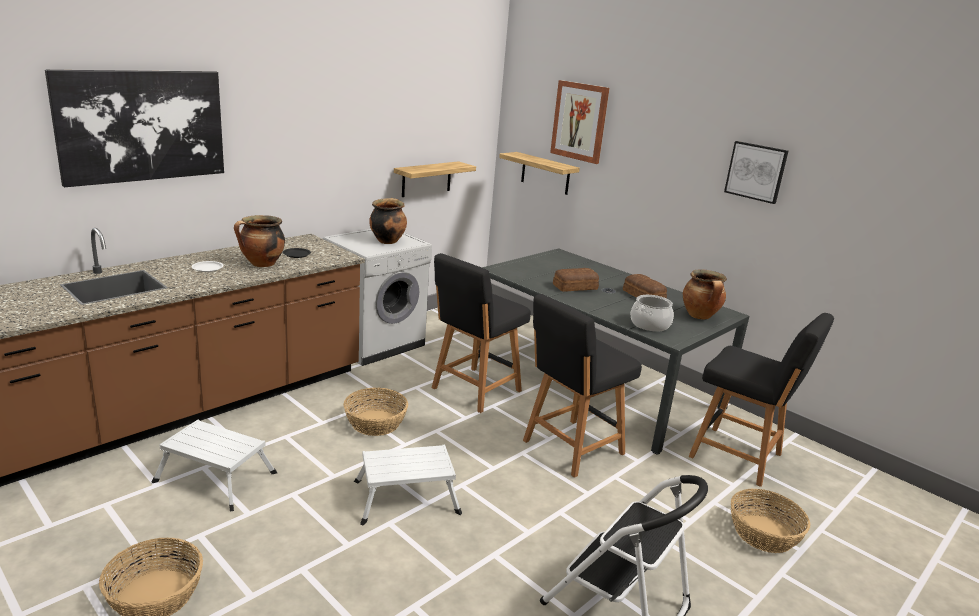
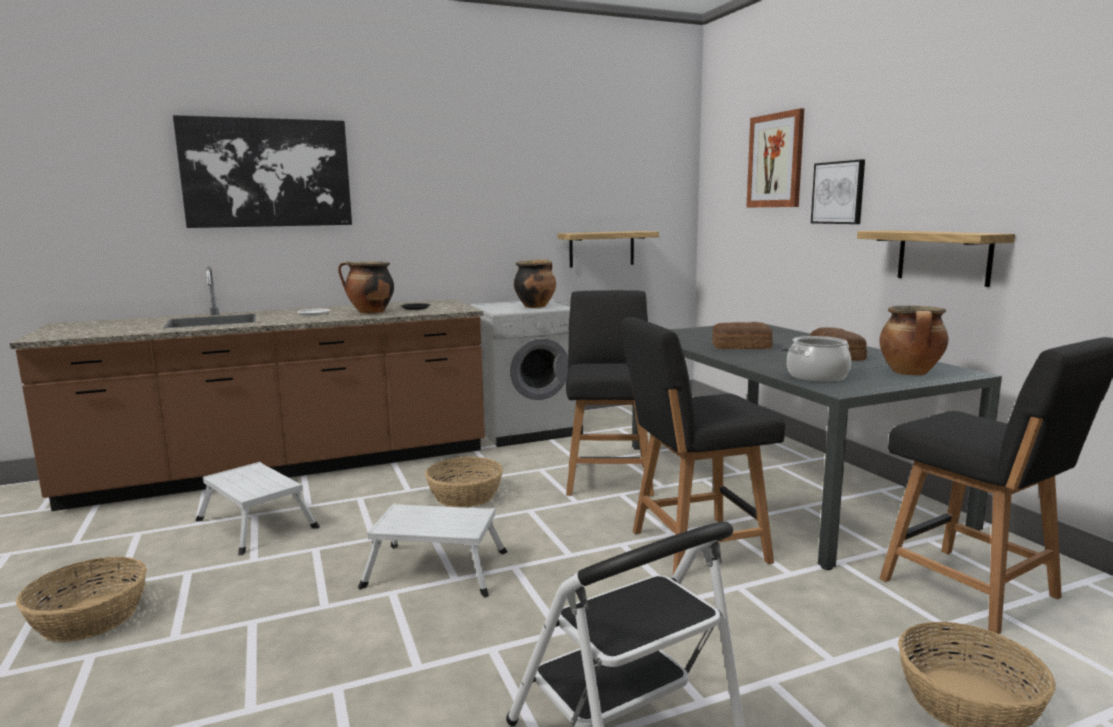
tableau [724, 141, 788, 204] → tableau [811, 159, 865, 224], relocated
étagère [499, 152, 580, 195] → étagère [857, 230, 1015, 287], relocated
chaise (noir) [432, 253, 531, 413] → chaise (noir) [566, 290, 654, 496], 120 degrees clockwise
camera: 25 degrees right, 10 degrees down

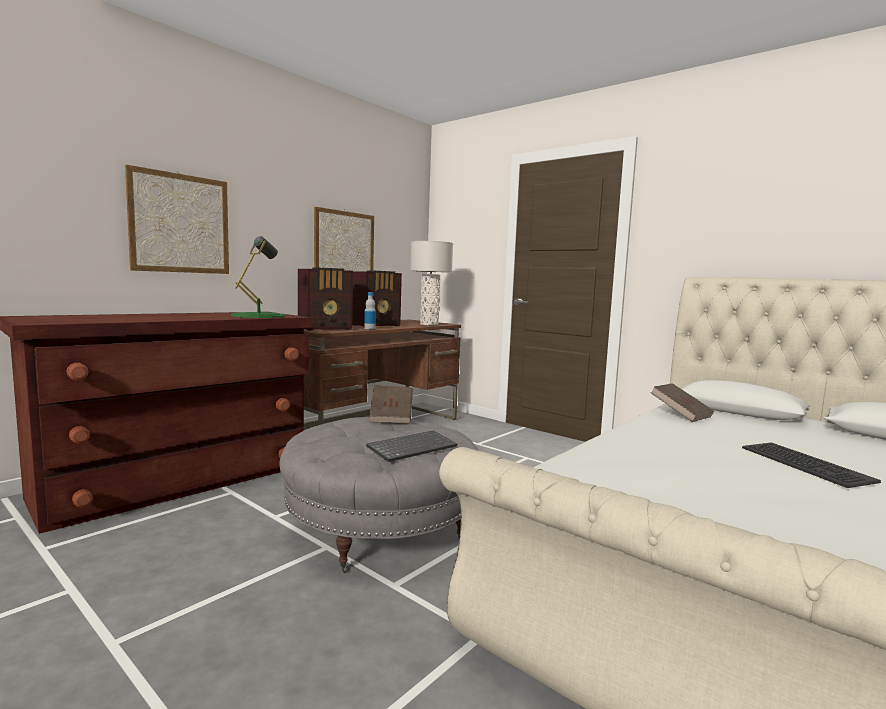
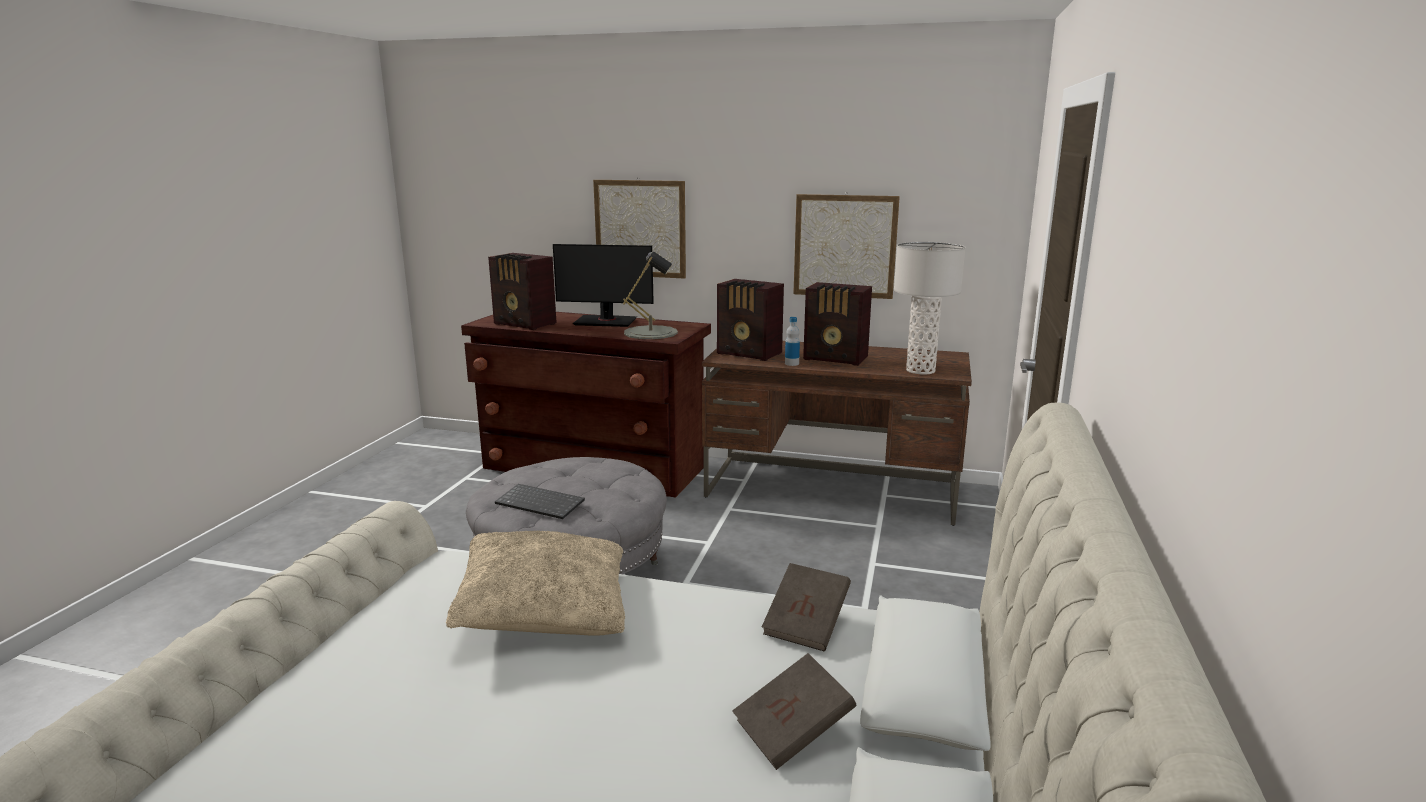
lampe de table (vert) [231, 236, 286, 318] → lampe de table (gris) [623, 251, 678, 339]
livre (marron) [369, 386, 413, 424] → livre (marron) [732, 653, 857, 770], relocated
clavier [742, 442, 881, 488] → -
- → écran d'ordinateur [553, 244, 654, 327]
- → radio [488, 253, 557, 330]
- → coussin (beige) [446, 530, 625, 636]
camera: 65 degrees right, 10 degrees up

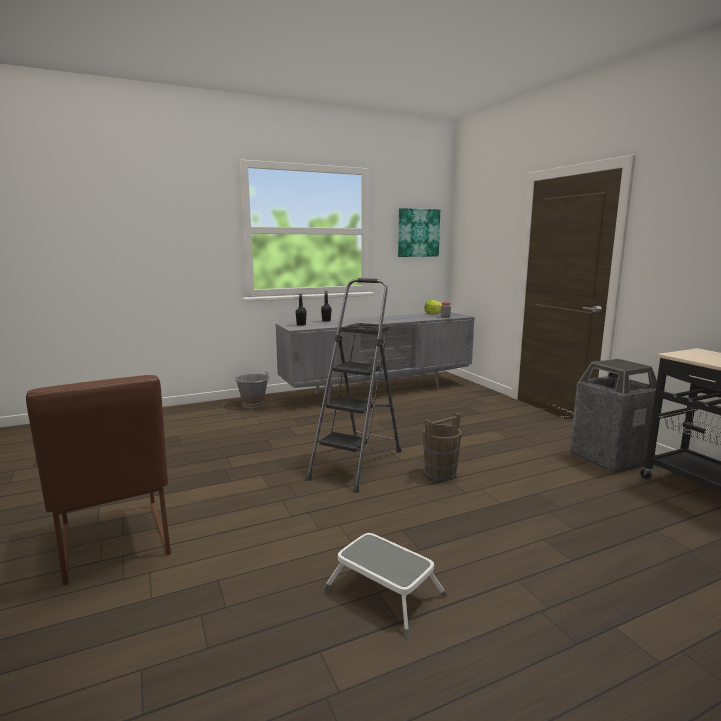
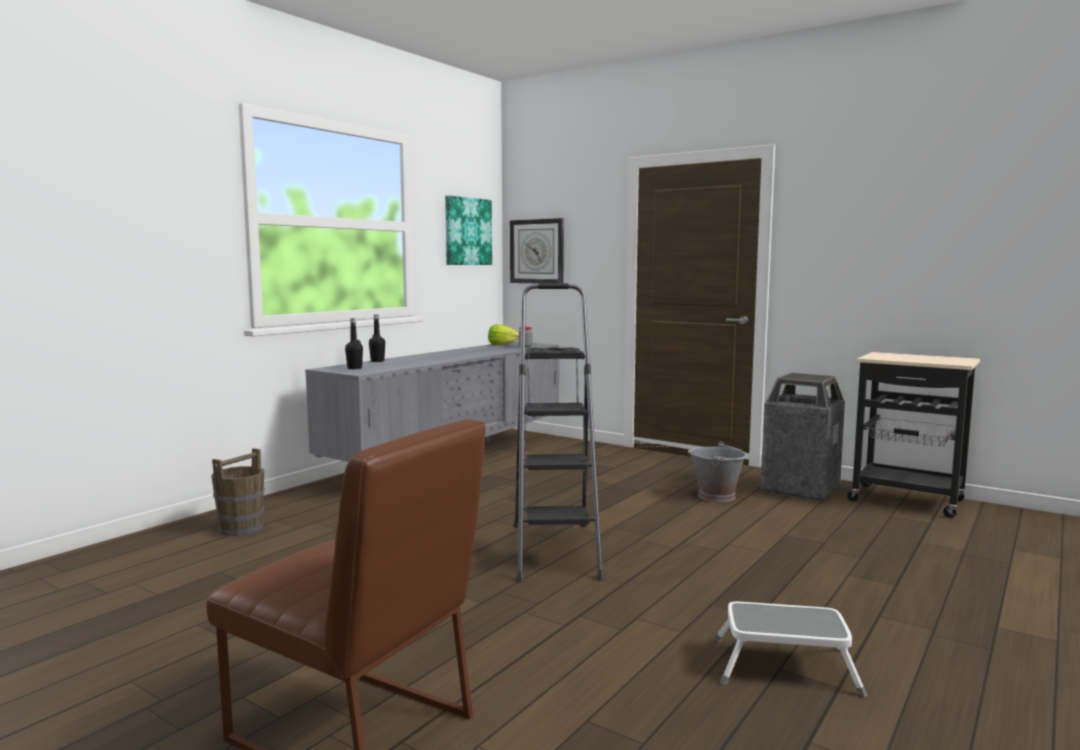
seau (gris) [235, 371, 270, 408] → seau (gris) [688, 441, 747, 502], relocated
seau (marron) [423, 412, 462, 481] → seau (marron) [211, 448, 265, 536], relocated
- → horloge murale [510, 218, 564, 283]
camera: 30 degrees left, 5 degrees down

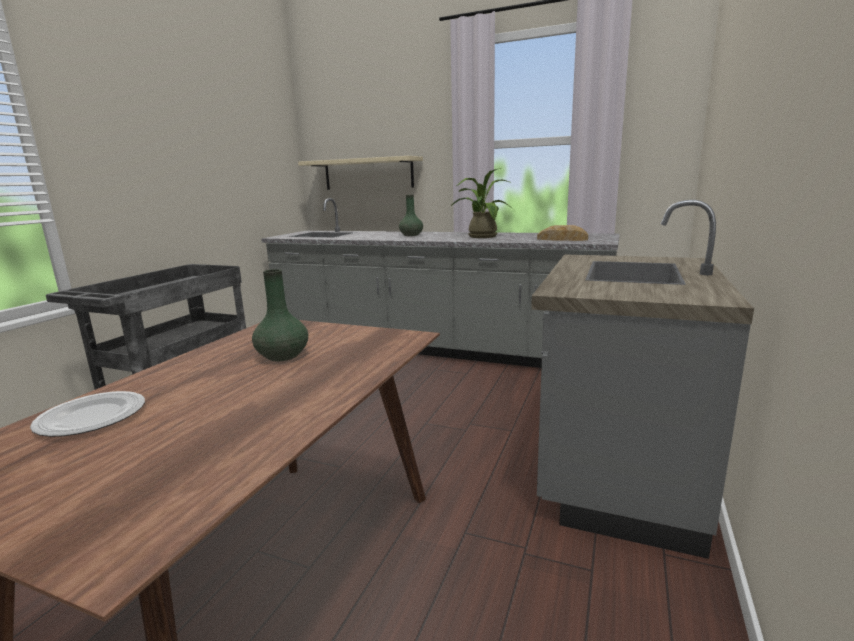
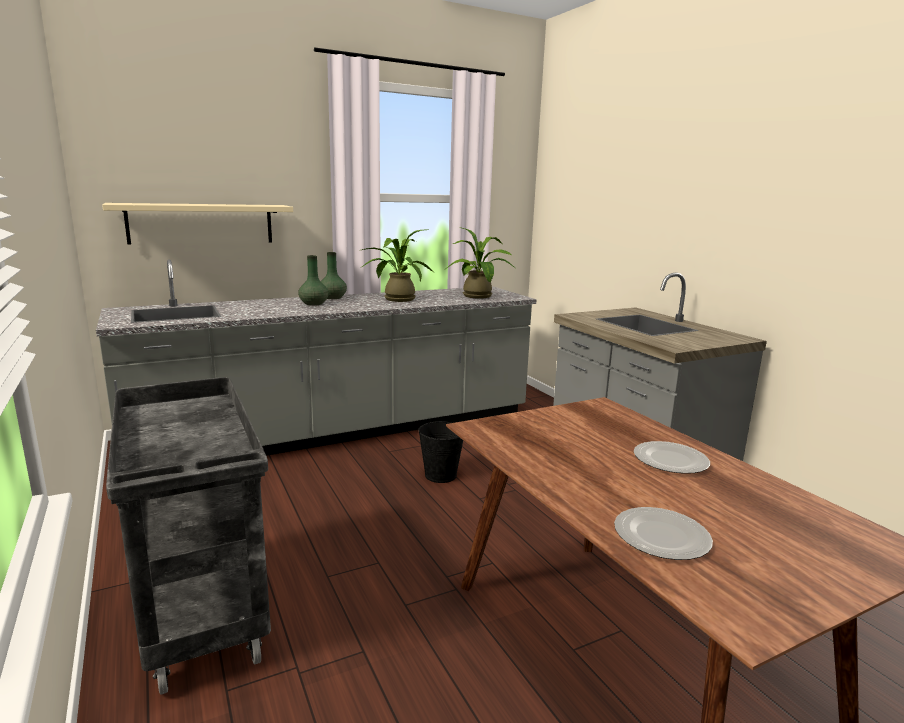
pain [537, 225, 588, 241] → plante en pot [444, 227, 515, 299]
vase (vert) [252, 269, 308, 361] → vase (vert) [321, 252, 347, 299], relocated
- → seau (noir) [419, 421, 463, 483]
- → assiette [634, 441, 710, 474]
camera: 50 degrees left, 0 degrees up

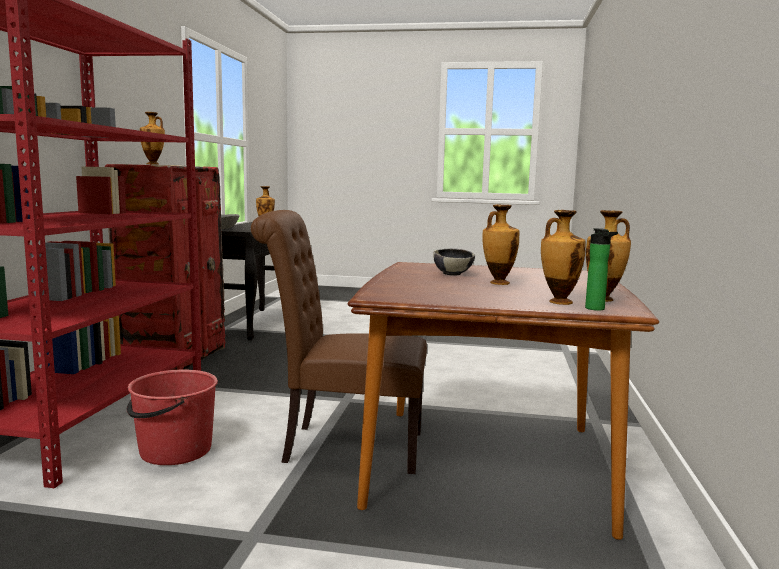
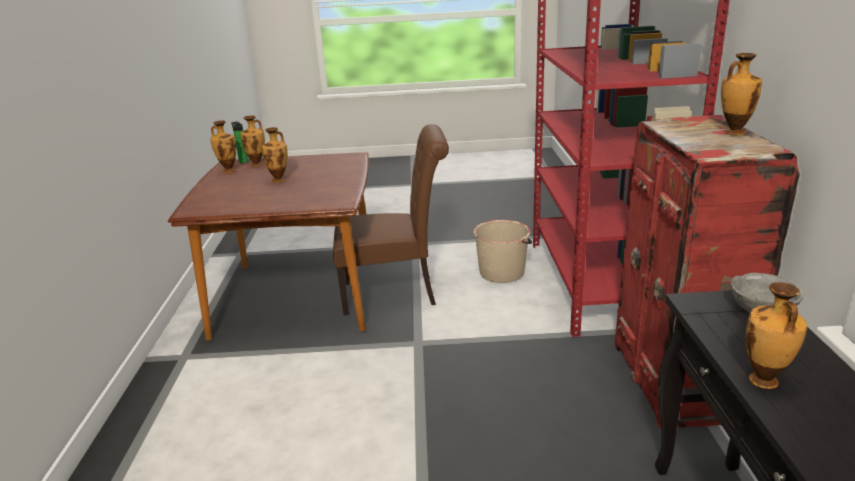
bol [433, 248, 475, 276] → -
seau (rouge) [127, 370, 218, 465] → seau (beige) [473, 220, 532, 283]
camera: 170 degrees right, 15 degrees up

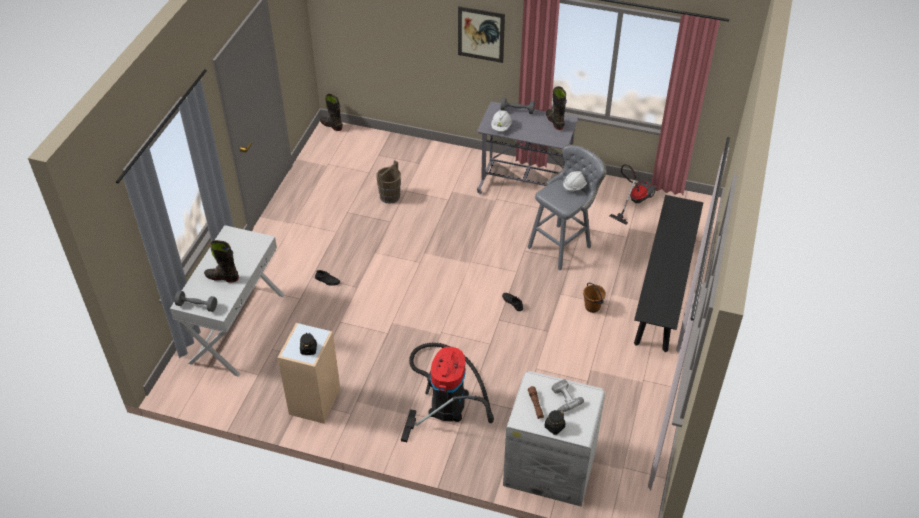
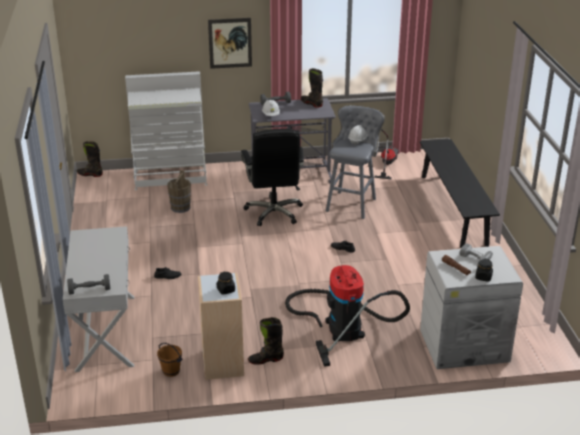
botte (noir) [204, 240, 239, 283] → botte (noir) [248, 317, 284, 365], relocated
seau (marron) [583, 283, 606, 313] → seau (marron) [157, 343, 182, 377], relocated
- → étagère à chaussures (blanc) [125, 71, 208, 190]
- → chaise de bureau (noir) [241, 129, 304, 226]
camera: 25 degrees left, 15 degrees down

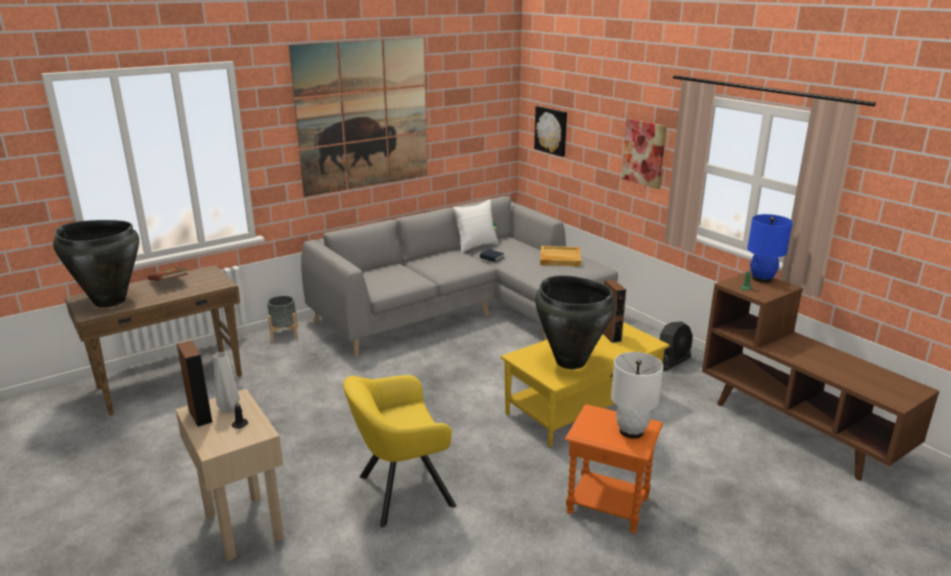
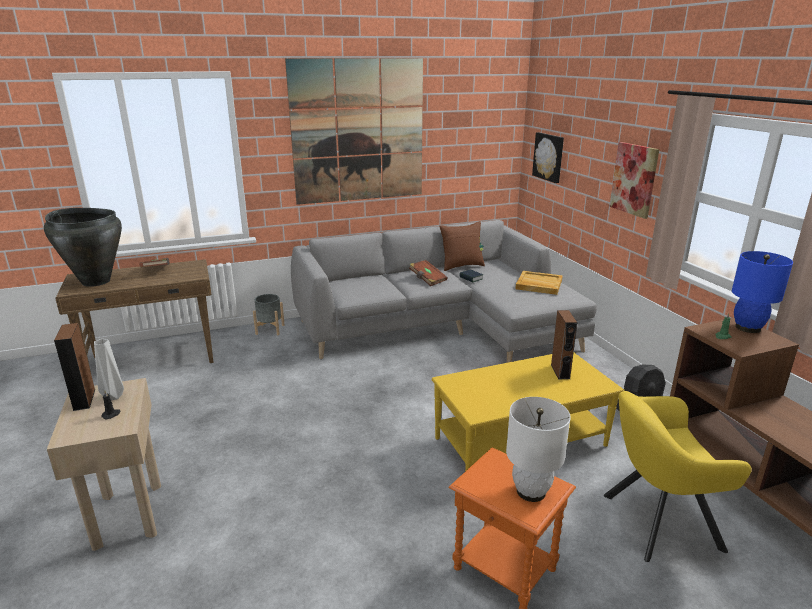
coussin (blanc) [452, 199, 499, 253] → coussin (marron) [439, 221, 485, 271]
vase (noir) [535, 275, 615, 369] → -
fauteuil (jaune) [343, 375, 456, 527] → fauteuil (jaune) [604, 391, 752, 562], relocated
- → livre (marron) [409, 260, 448, 286]
camera: 15 degrees right, 0 degrees up

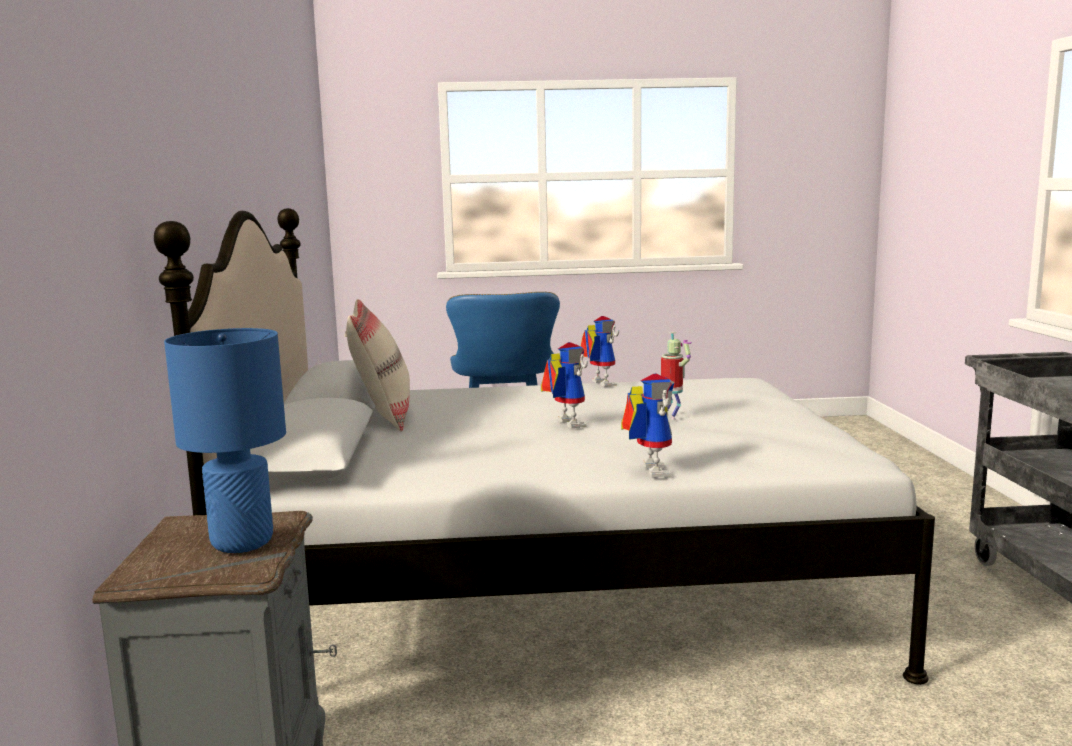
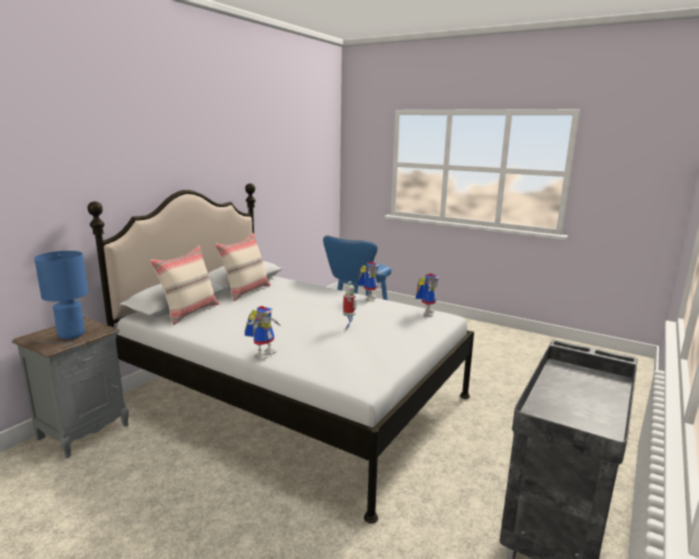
robot jouet [541, 342, 588, 428] → robot jouet [416, 273, 439, 317], relocated
- → coussin (beige) [149, 246, 220, 325]
camera: 35 degrees right, 5 degrees up

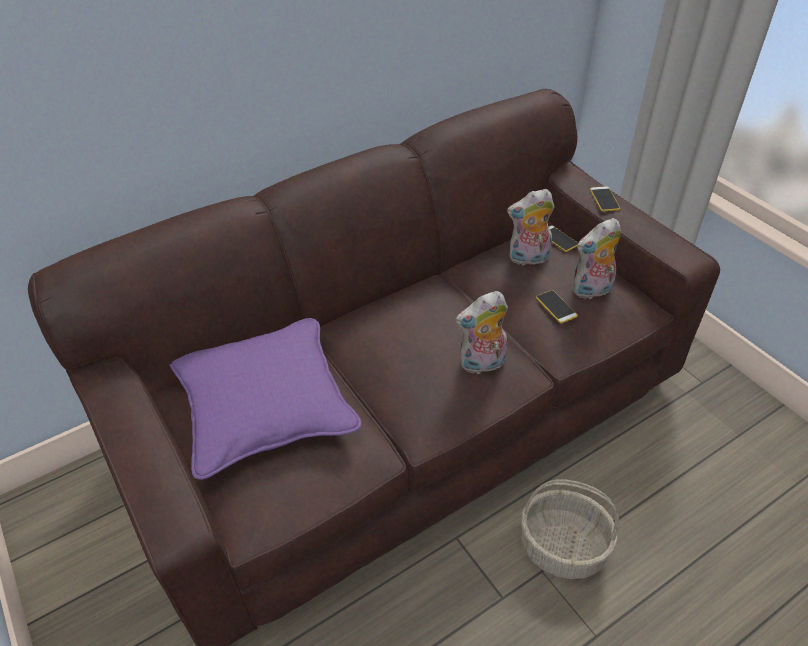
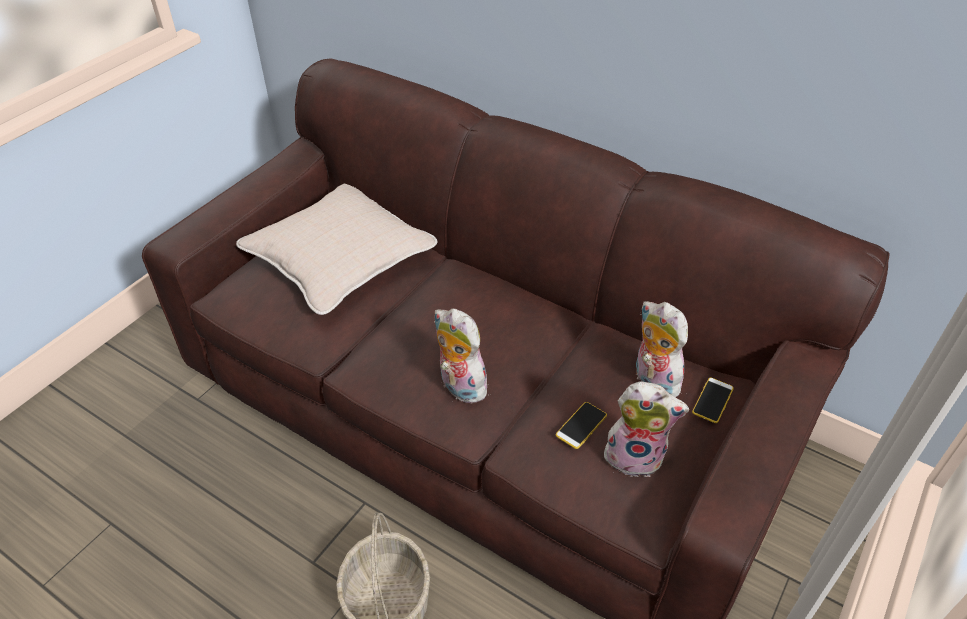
téléphone [590, 186, 620, 211] → -
peluche [572, 218, 621, 299] → peluche [604, 381, 689, 477], 150 degrees clockwise
coussin (violet) [170, 318, 362, 480] → coussin (beige) [236, 184, 437, 315]
camera: 65 degrees right, 0 degrees up

